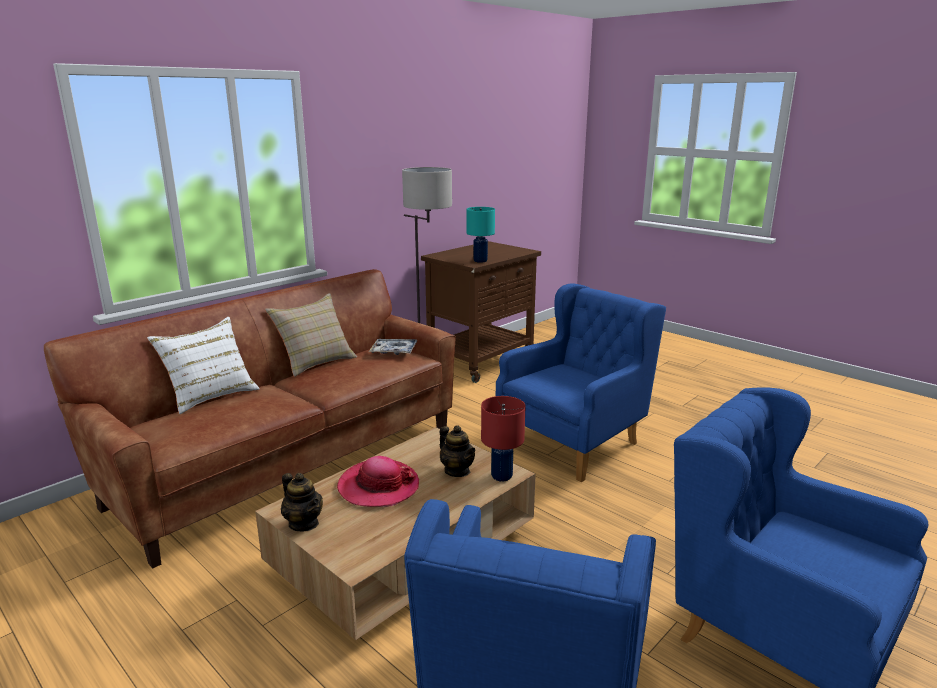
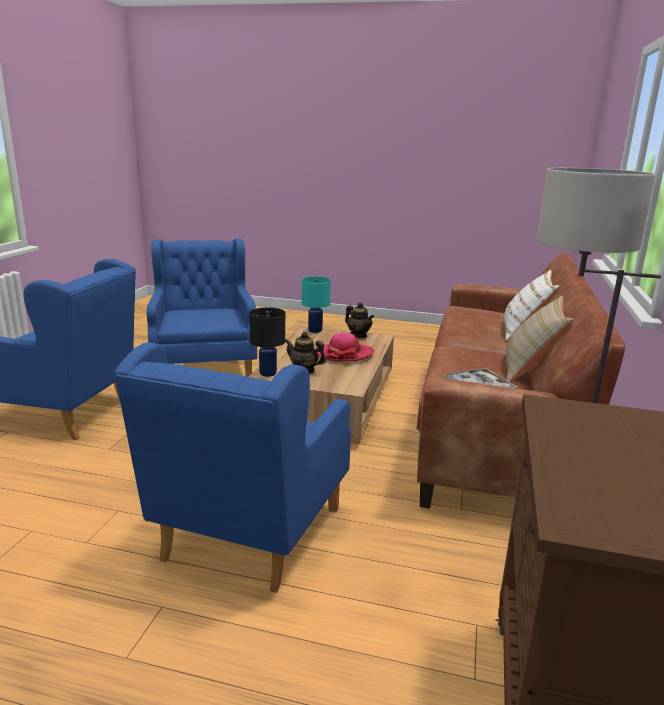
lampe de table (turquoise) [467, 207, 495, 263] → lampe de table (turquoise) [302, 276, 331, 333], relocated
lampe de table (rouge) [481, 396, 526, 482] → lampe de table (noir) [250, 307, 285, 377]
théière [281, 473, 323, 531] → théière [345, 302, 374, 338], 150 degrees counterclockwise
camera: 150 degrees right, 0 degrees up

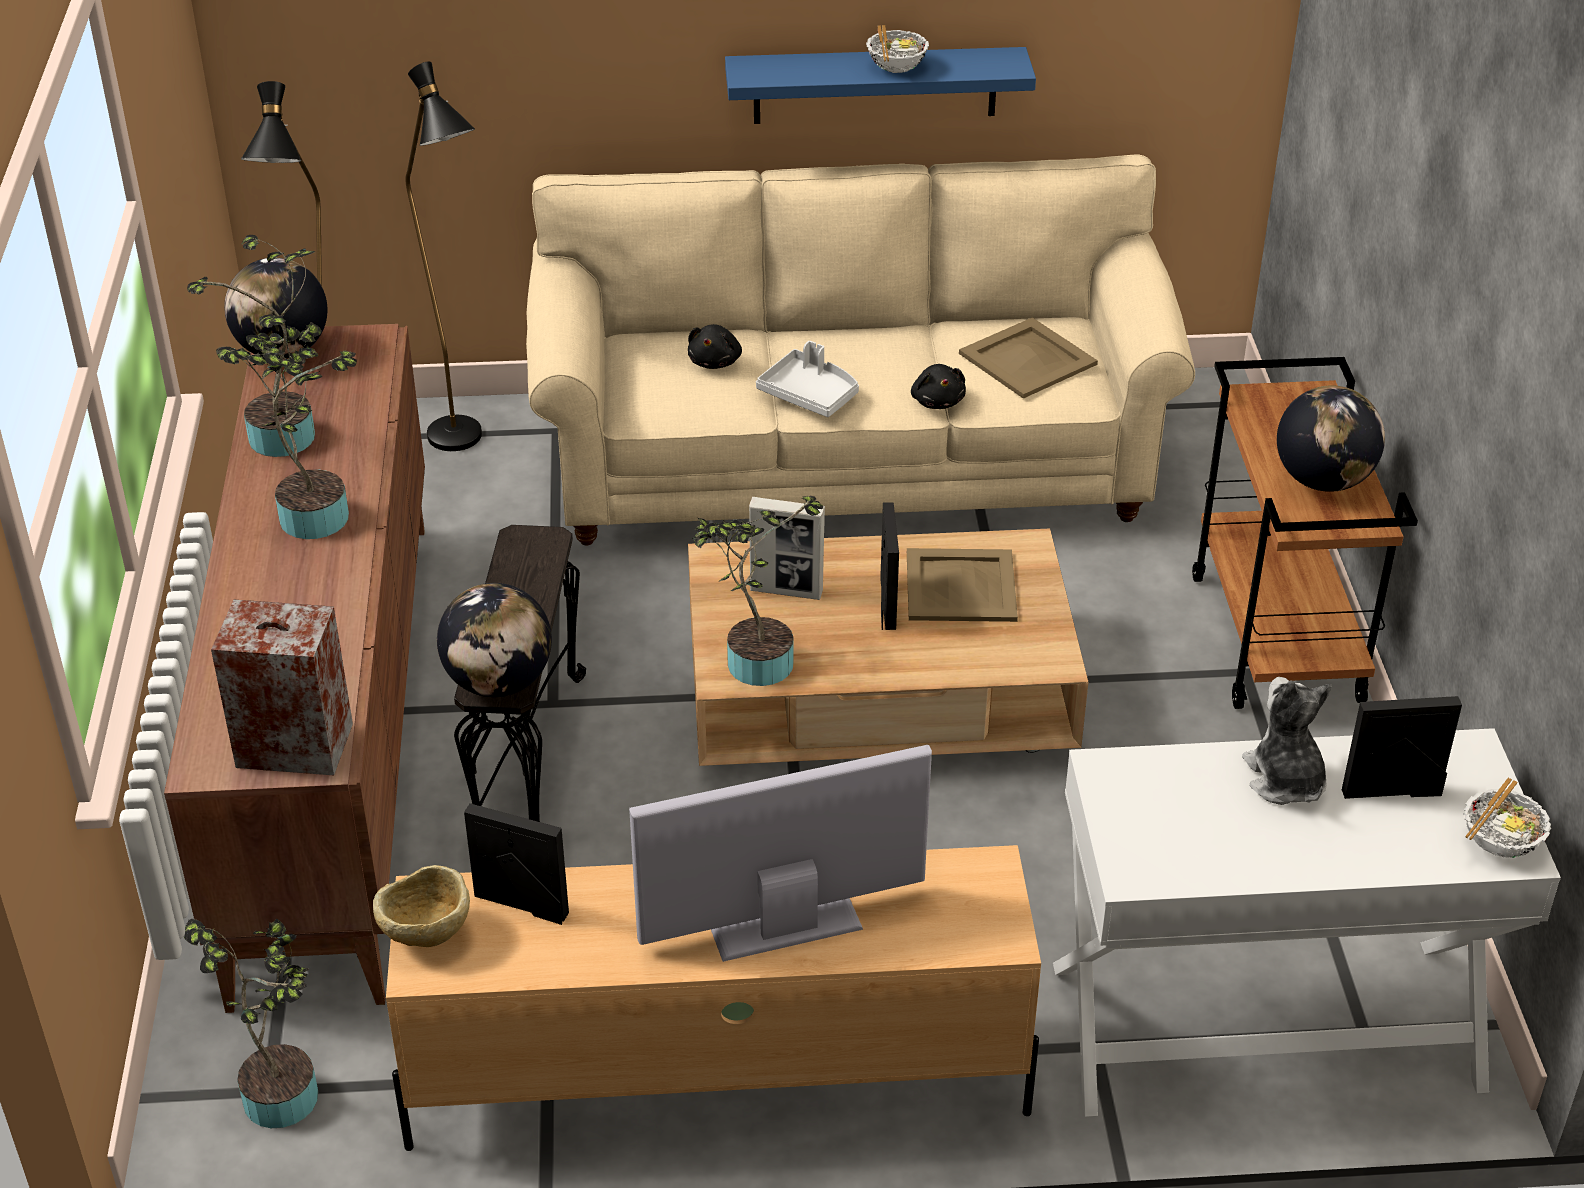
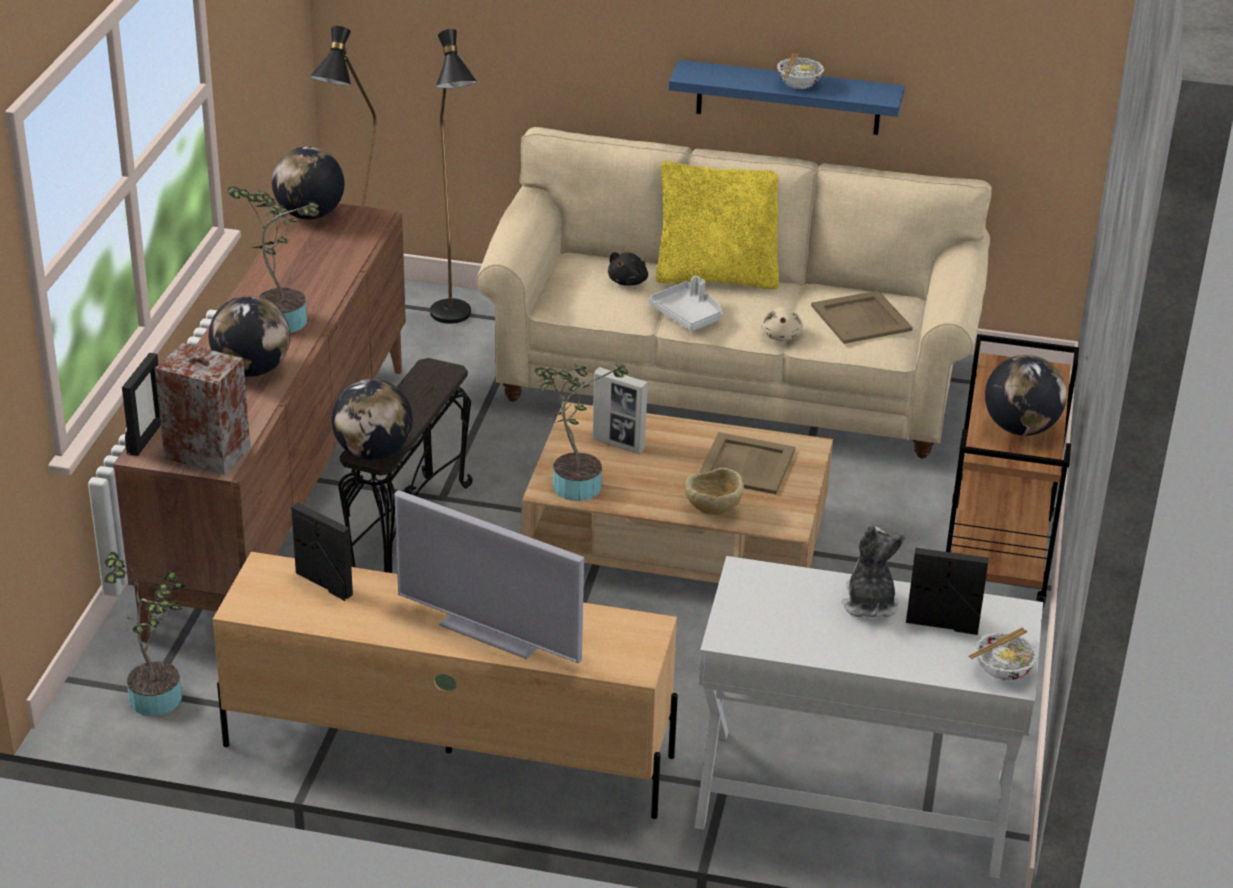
plante en pot [187, 235, 322, 457] → -
peluche (noir) [911, 364, 966, 409] → peluche (beige) [761, 307, 803, 341]
cadre photo [880, 502, 899, 630] → cadre photo [122, 353, 161, 456], relocated
téléviseur [629, 745, 932, 962] → téléviseur [394, 490, 584, 663], 150 degrees counterclockwise
bol (beige) [373, 865, 470, 947] → bol (beige) [685, 468, 744, 515], relocated
- → coussin (jaune) [656, 161, 779, 289]
- → globe [209, 296, 290, 377]
camera: 15 degrees right, 5 degrees down

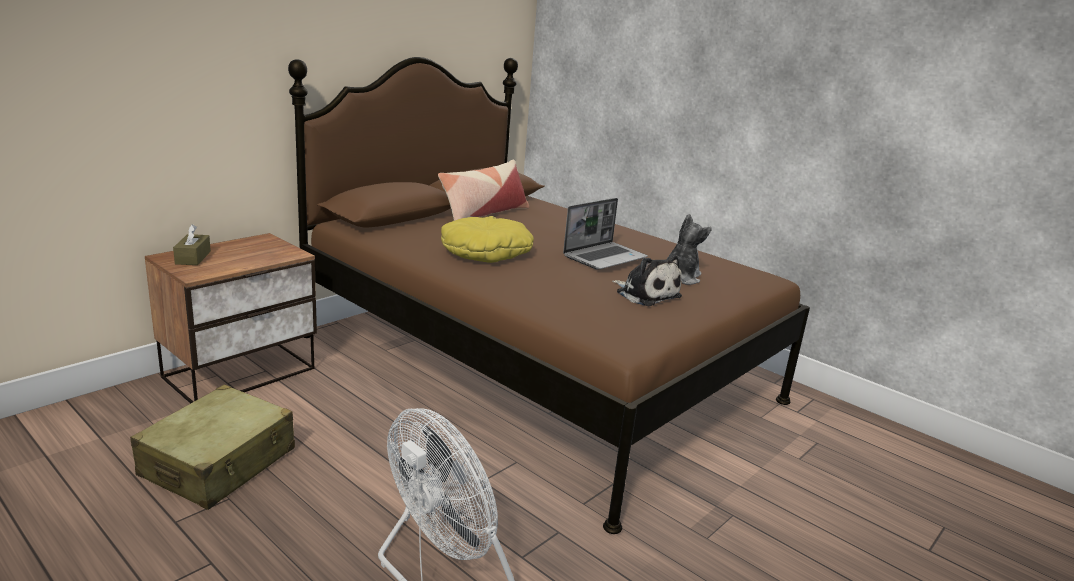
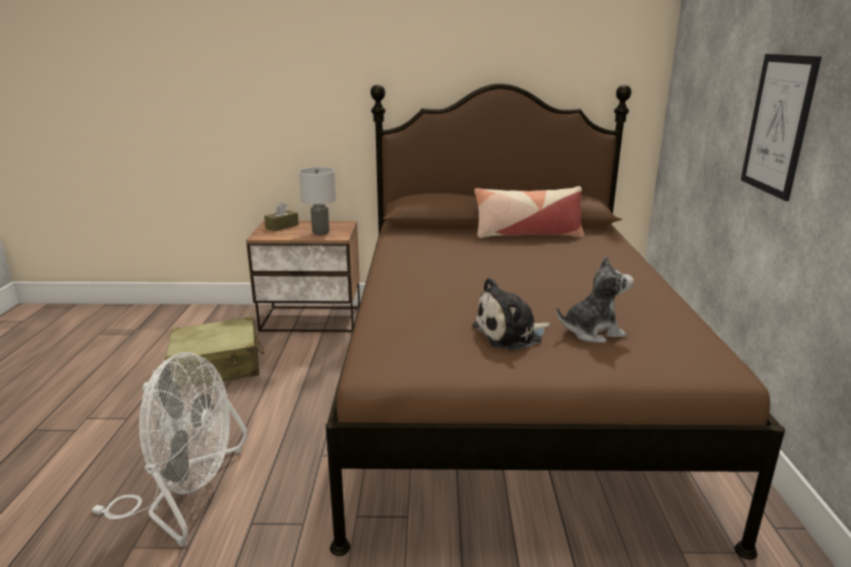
ordinateur portable [563, 198, 648, 269] → -
coussin (jaune) [441, 216, 534, 263] → -
peluche [612, 255, 682, 306] → peluche [472, 277, 550, 350], 60 degrees clockwise
- → tableau [741, 54, 822, 201]
- → lampe de table (blanc) [299, 167, 336, 235]
camera: 50 degrees right, 0 degrees up

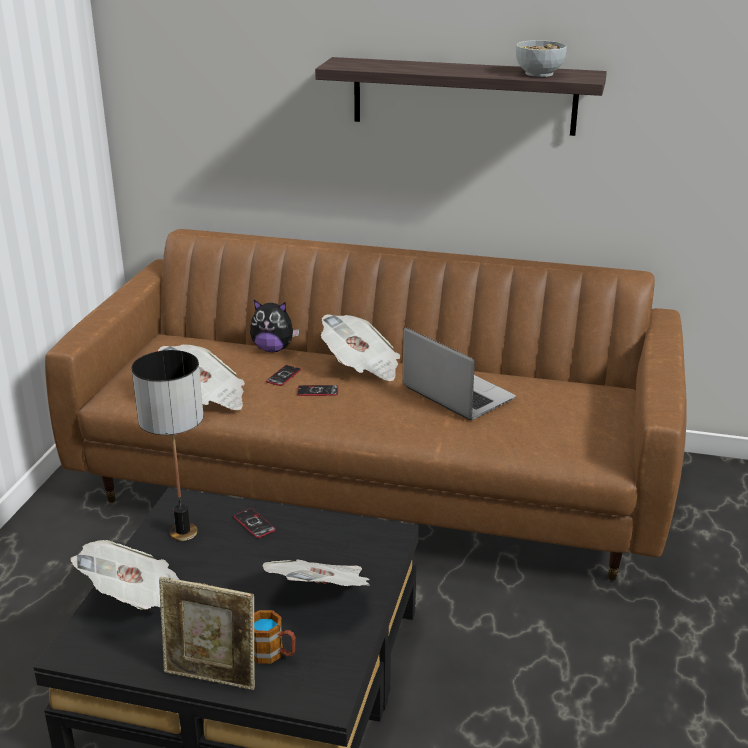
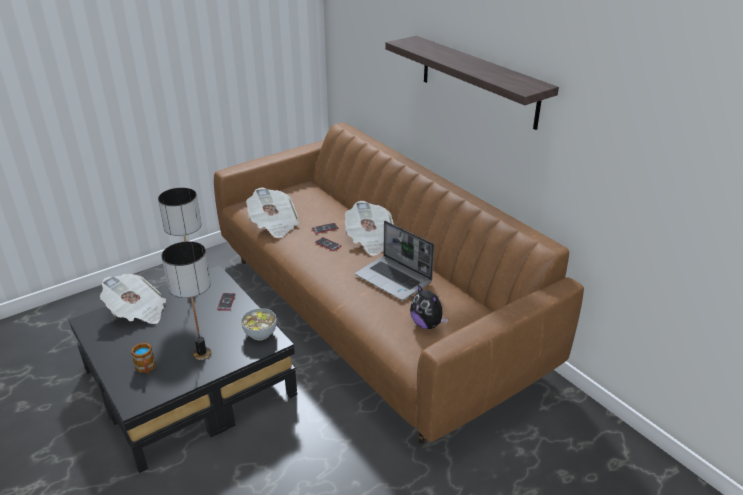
bol [516, 40, 567, 77] → bol [241, 308, 277, 340], relocated
peluche [250, 300, 300, 352] → peluche [410, 285, 448, 329], relocated
ordinateur portable [403, 327, 516, 420] → ordinateur portable [355, 221, 434, 300], 135 degrees clockwise
journal [263, 559, 370, 586] → lampe de table [162, 241, 211, 360]
cadre photo [159, 577, 255, 690] → -
camera: 40 degrees right, 5 degrees up

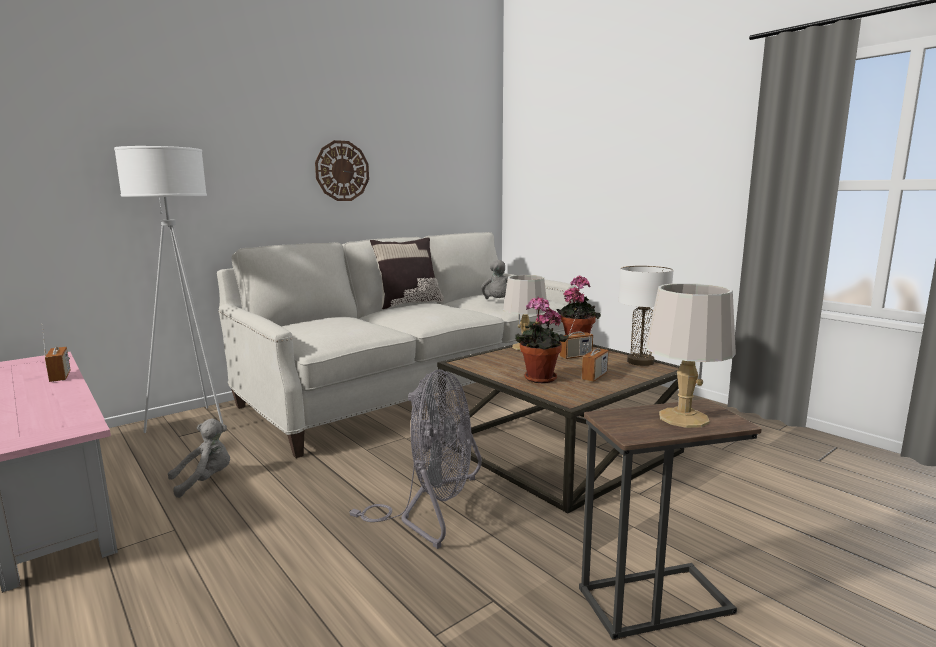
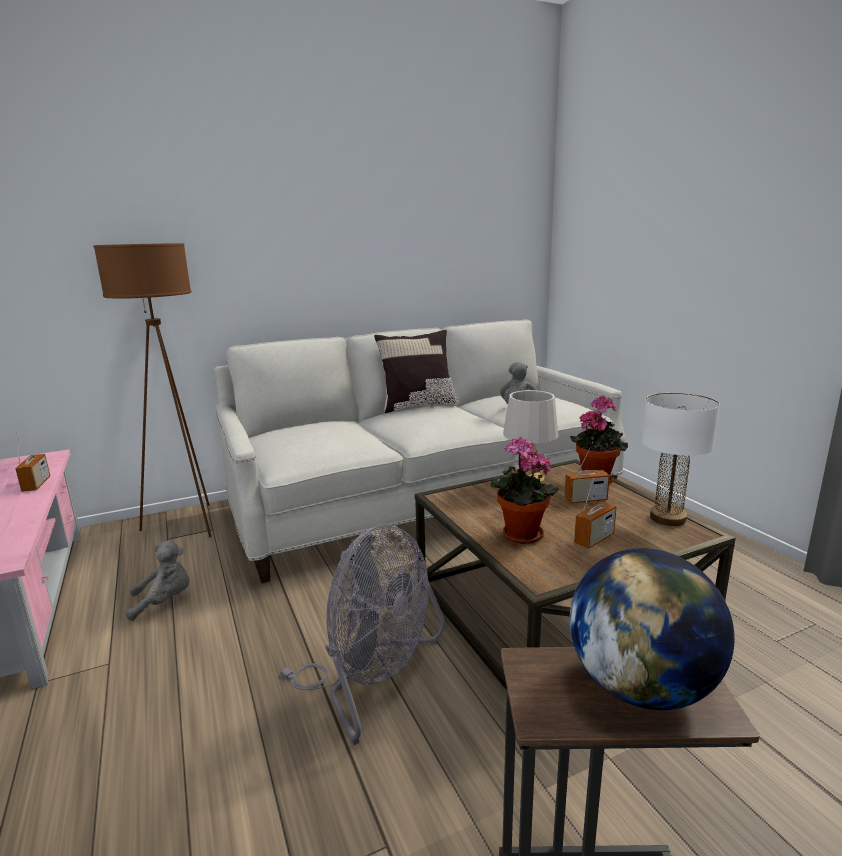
horloge murale [315, 140, 369, 201] → -
lampadaire (blanc) [114, 146, 223, 433] → lampadaire (marron) [93, 243, 212, 537]
lampe de table (gris) [646, 283, 736, 428] → globe [570, 548, 734, 710]
camera: 15 degrees right, 5 degrees up

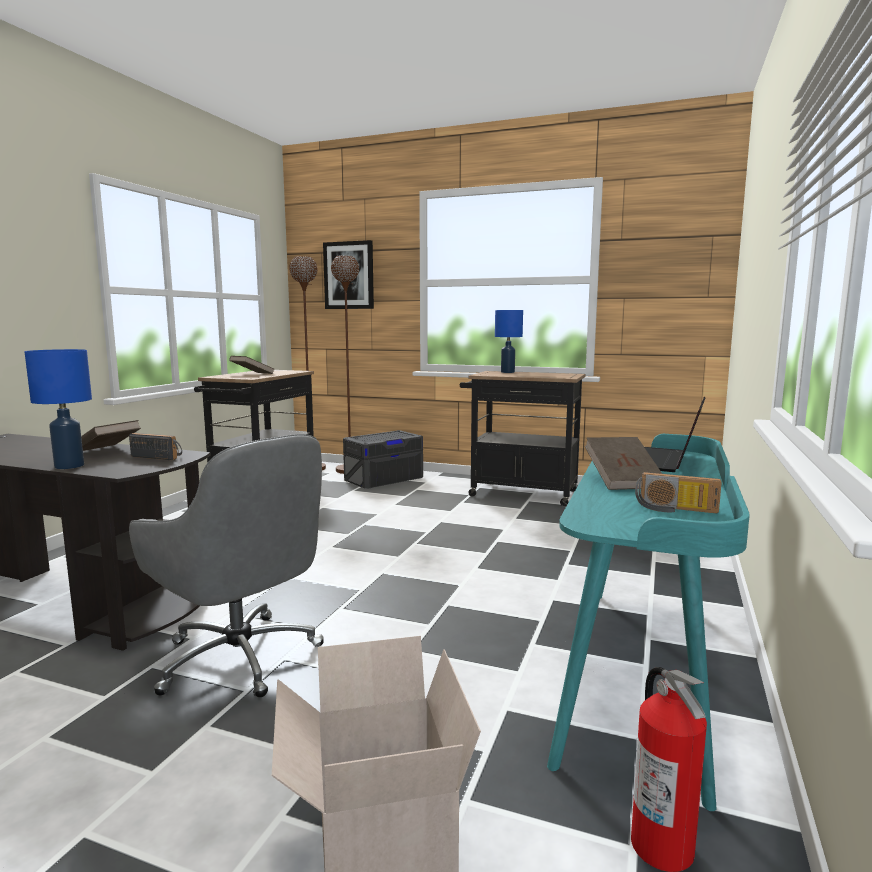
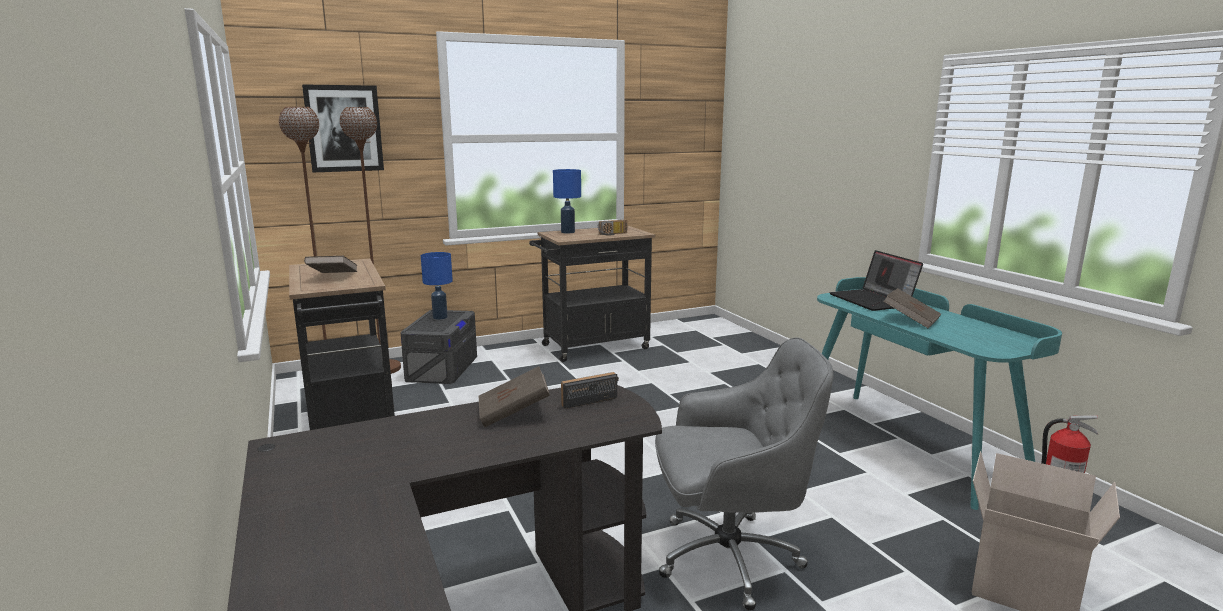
lampe de table (bleu) [25, 349, 92, 469] → lampe de table (bleu) [421, 252, 453, 320], relocated
radio [635, 472, 722, 514] → radio [598, 220, 627, 236], relocated
camera: 45 degrees left, 5 degrees up

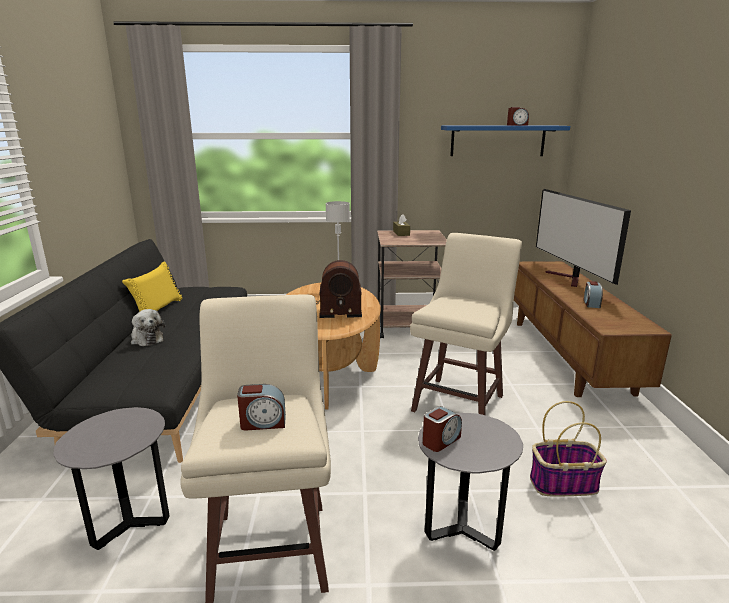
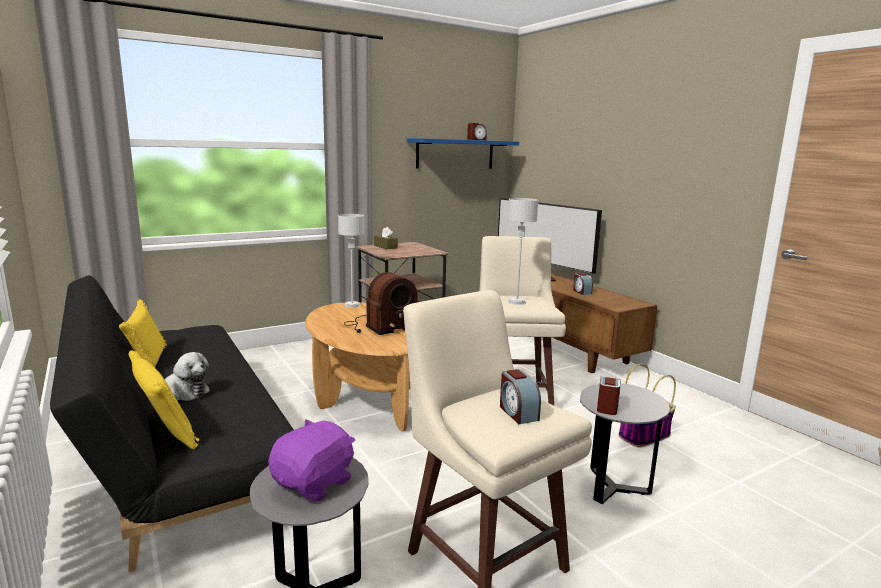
réveil [237, 384, 286, 430] → réveil [500, 369, 541, 424], 105 degrees clockwise
- → lampe de table (gris) [508, 198, 539, 305]
- → coussin (jaune) [129, 351, 200, 450]
- → peluche (violet) [268, 419, 355, 502]
camera: 30 degrees left, 5 degrees down

